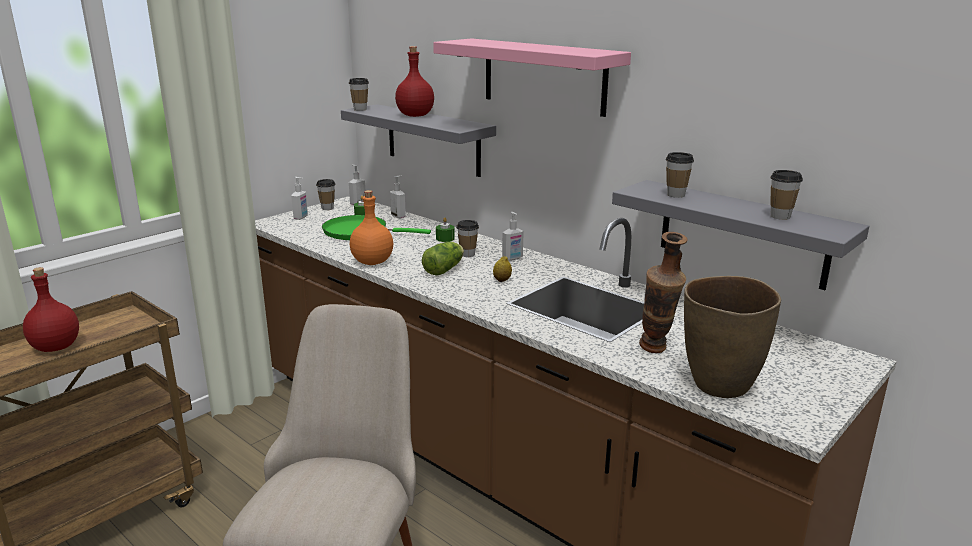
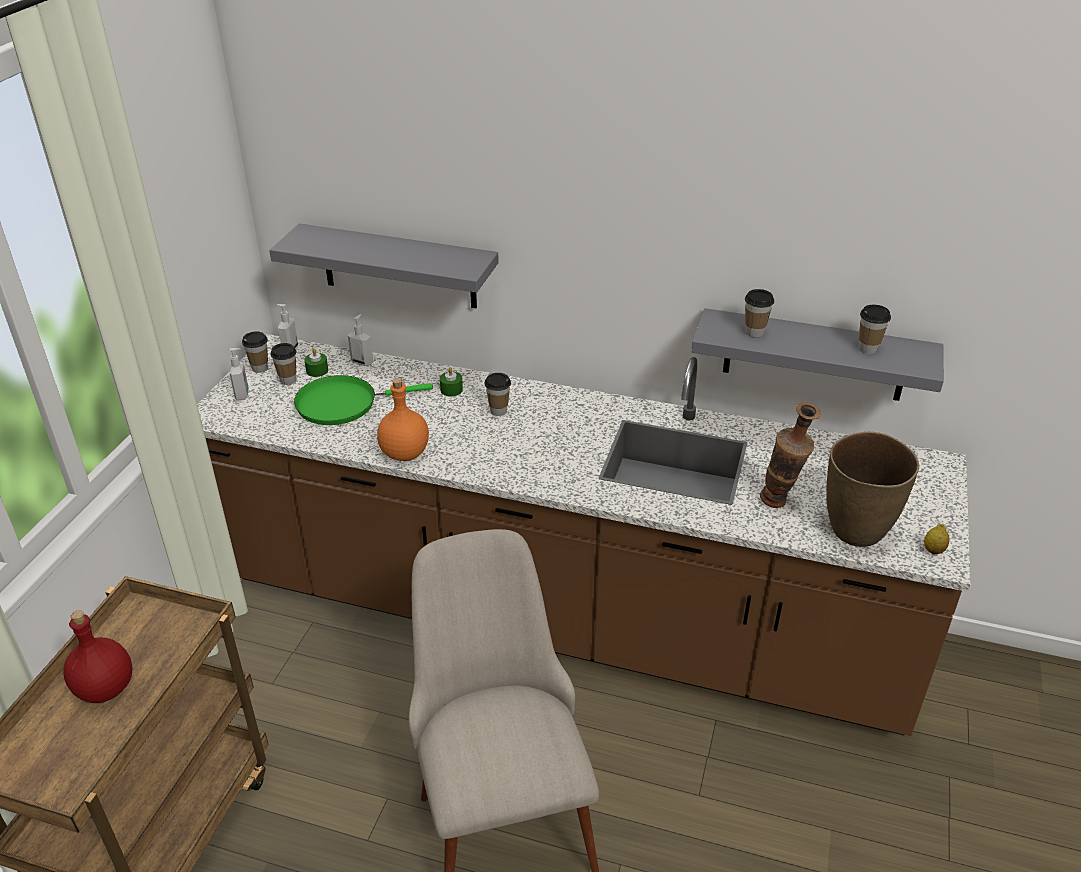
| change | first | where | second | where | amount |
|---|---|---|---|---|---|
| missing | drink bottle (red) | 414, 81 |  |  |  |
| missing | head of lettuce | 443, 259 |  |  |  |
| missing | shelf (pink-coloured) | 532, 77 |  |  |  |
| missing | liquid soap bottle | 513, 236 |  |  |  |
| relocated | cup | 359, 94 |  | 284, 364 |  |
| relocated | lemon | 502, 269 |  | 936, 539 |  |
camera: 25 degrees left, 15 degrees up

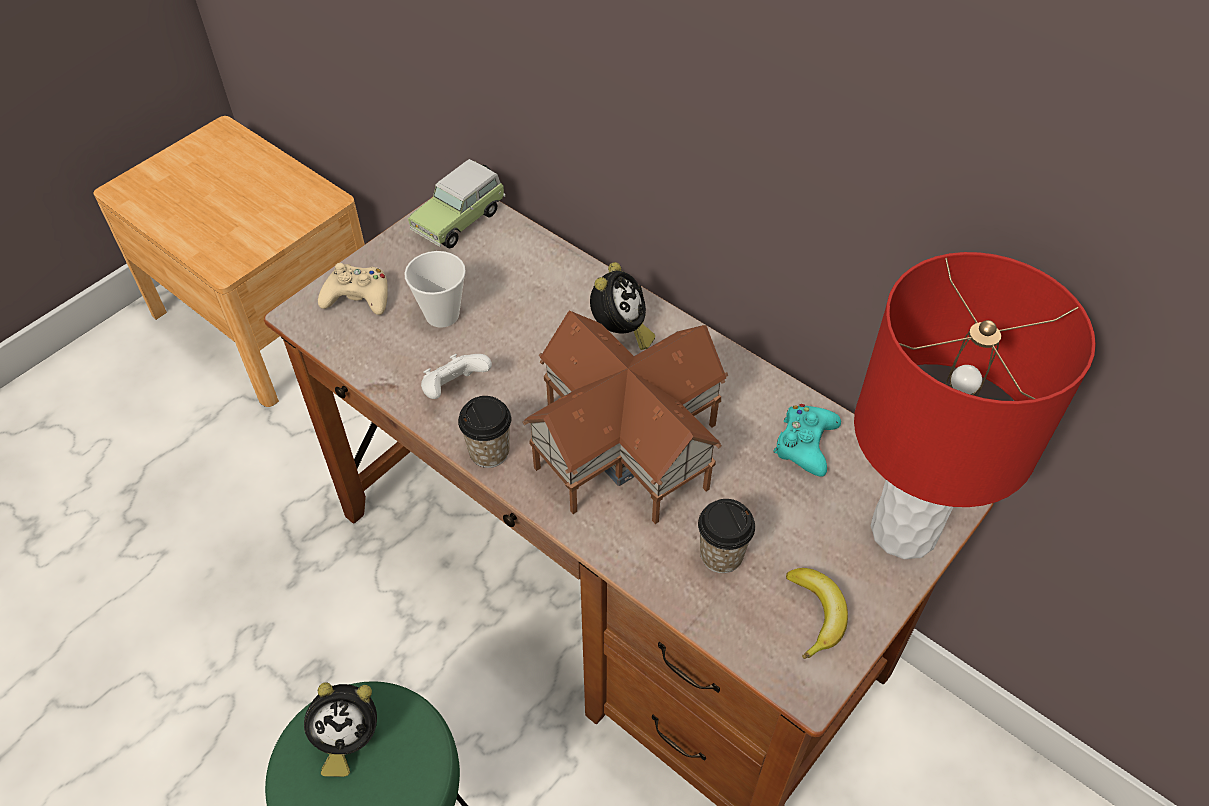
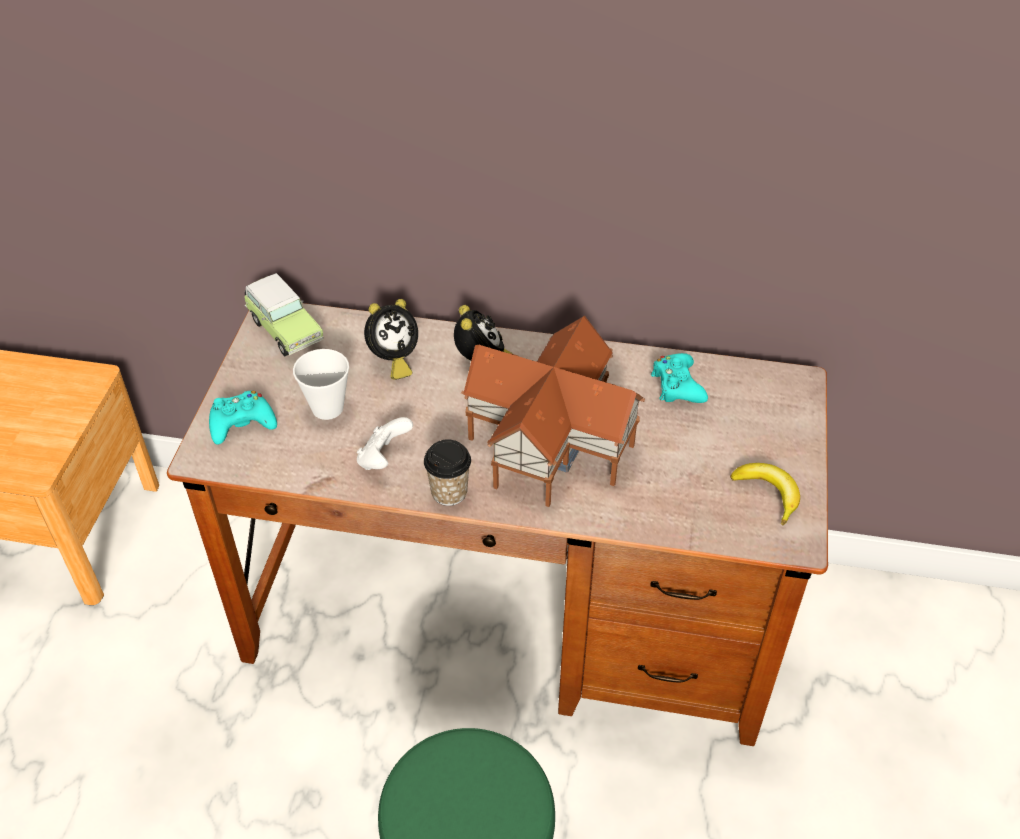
| change | first | where | second | where | amount |
|---|---|---|---|---|---|
| missing | cup | 726, 536 |  |  |  |
| missing | tabletop lamp (red) | 975, 405 |  |  |  |
| relocated | alarm clock | 340, 729 |  | 391, 339 |  |
| colour | game controller (beige) | 353, 289 | game controller (blue-green) | 243, 418 |  |
| spun | toy car | 457, 204 |  | 284, 314 | 45 degrees counterclockwise |
camera: 30 degrees left, 5 degrees down

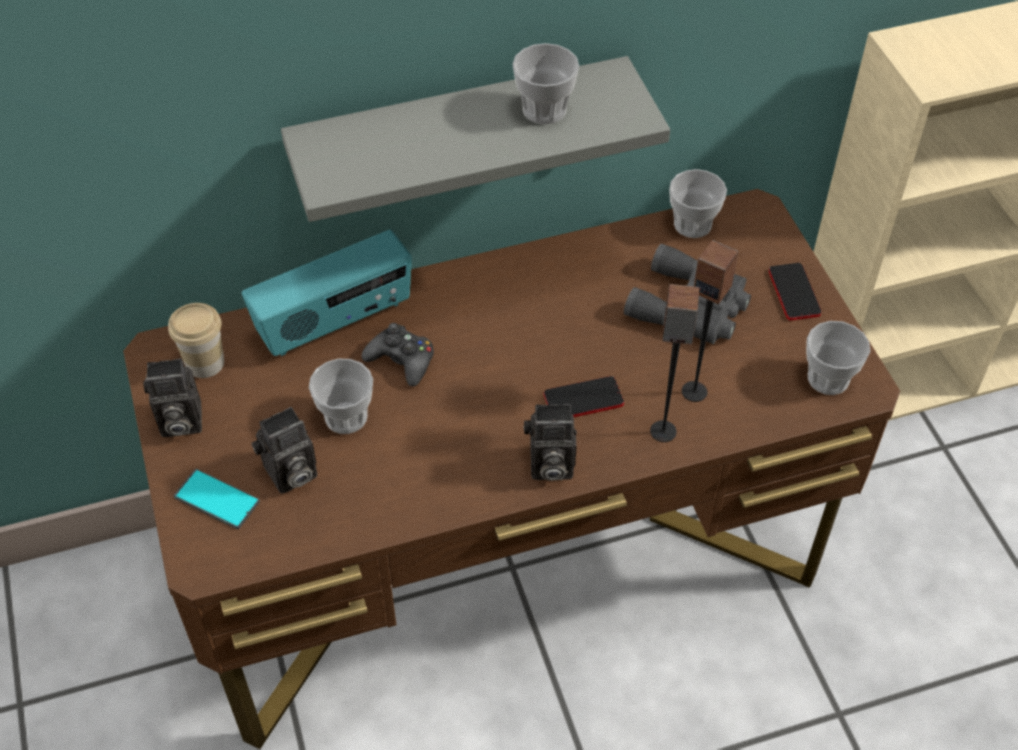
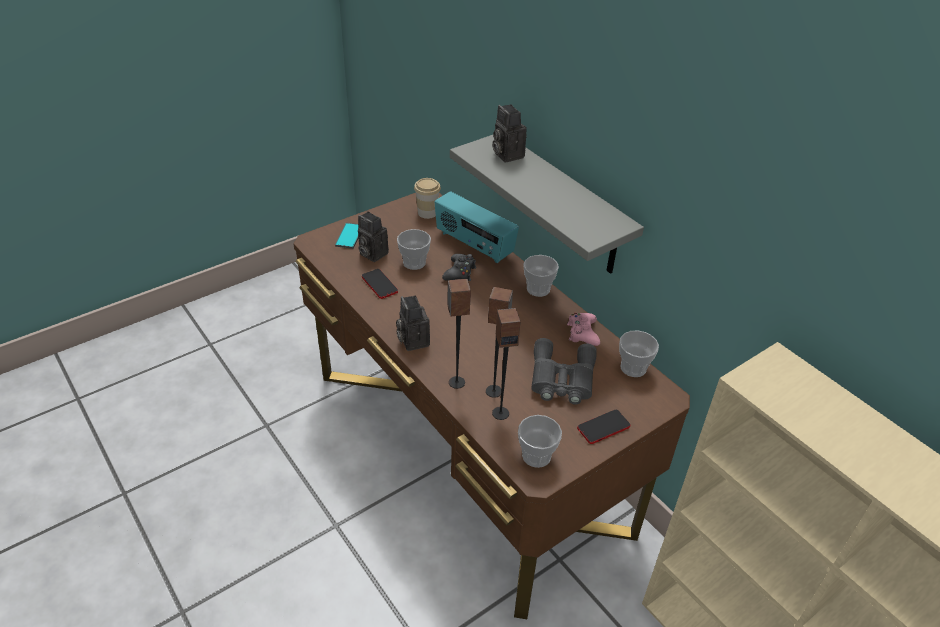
| change | first | where | second | where | amount |
|---|---|---|---|---|---|
| appeared |  |  | speaker | 506, 364 |  |
| appeared |  |  | game controller (pink-coloured) | 583, 329 |  |
| relocated | still camera | 172, 397 |  | 509, 134 |  |
| relocated | cup | 545, 83 |  | 541, 276 |  |
| relocated | telephone | 584, 396 |  | 380, 284 |  |
camera: 70 degrees right, 10 degrees down

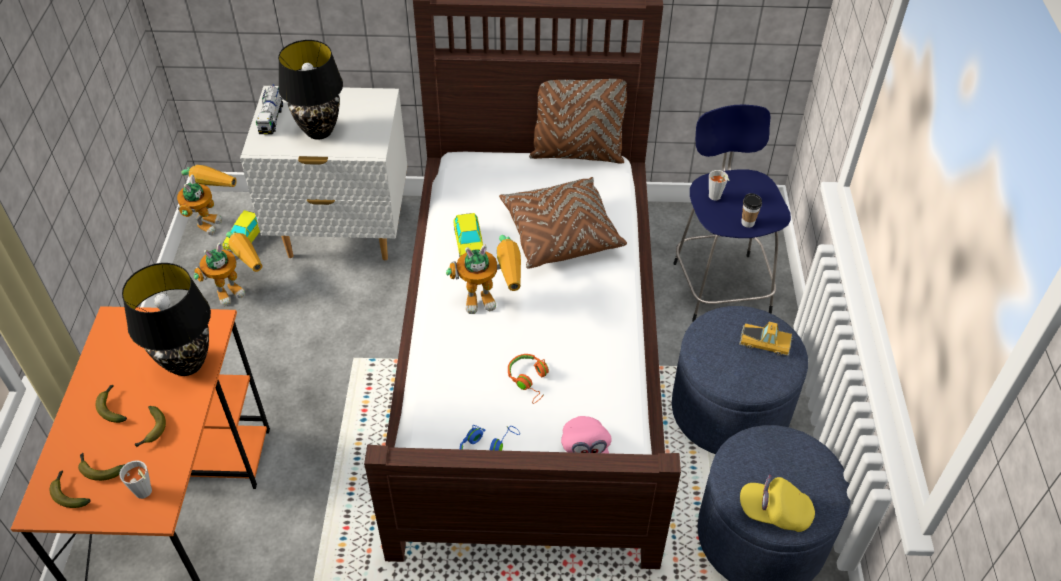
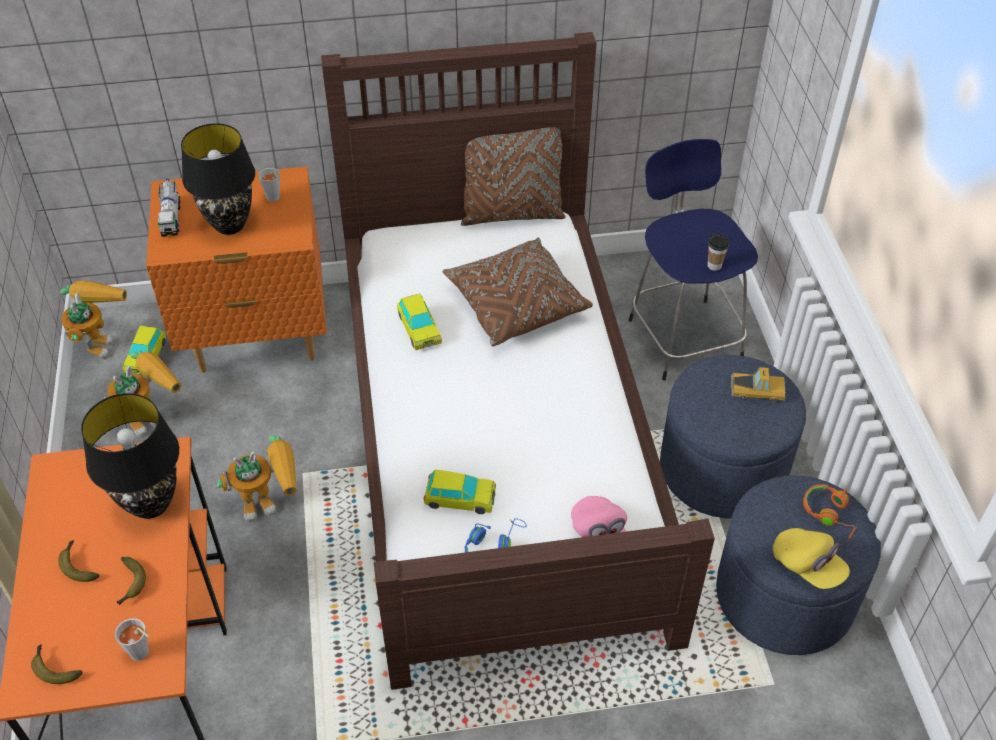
| change | first | where | second | where | amount |
|---|---|---|---|---|---|
| missing | banana | 101, 467 |  |  |  |
| appeared |  |  | toy car | 459, 492 |  |
| relocated | robot figure | 483, 274 |  | 257, 478 |  |
| relocated | headphones (orange) | 528, 379 |  | 830, 512 |  |
| relocated | cup (gray) | 719, 185 |  | 269, 185 |  |
| colour | night table (white-coloured) | 323, 173 | night table (orange) | 236, 270 |  |
| spun | peaked cap (yellow) | 777, 503 |  | 811, 558 | 135 degrees counterclockwise |
camera: 10 degrees left, 0 degrees up

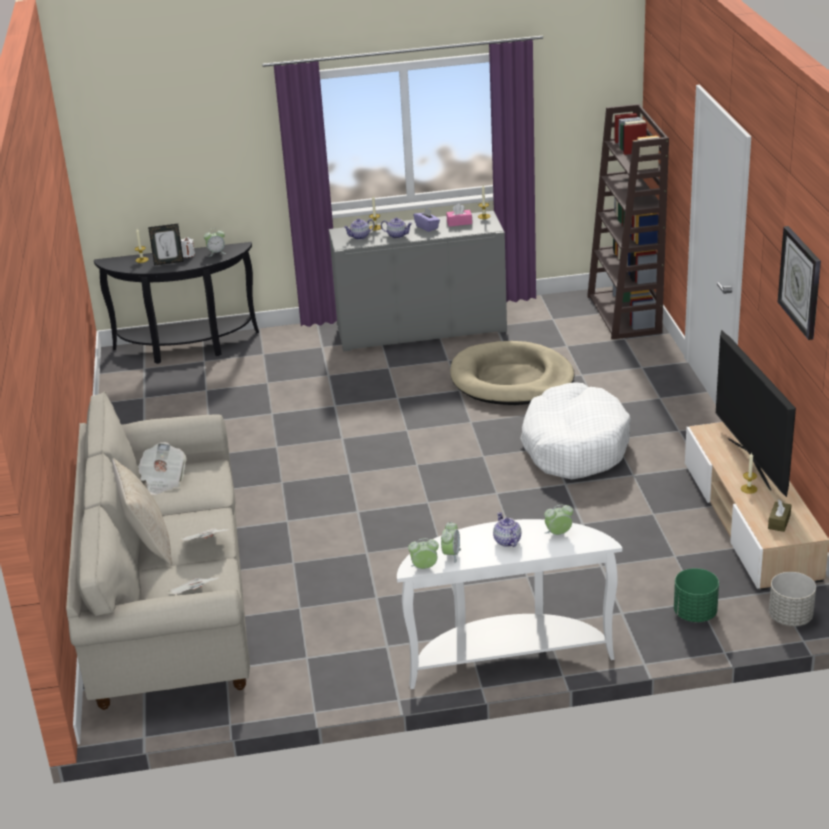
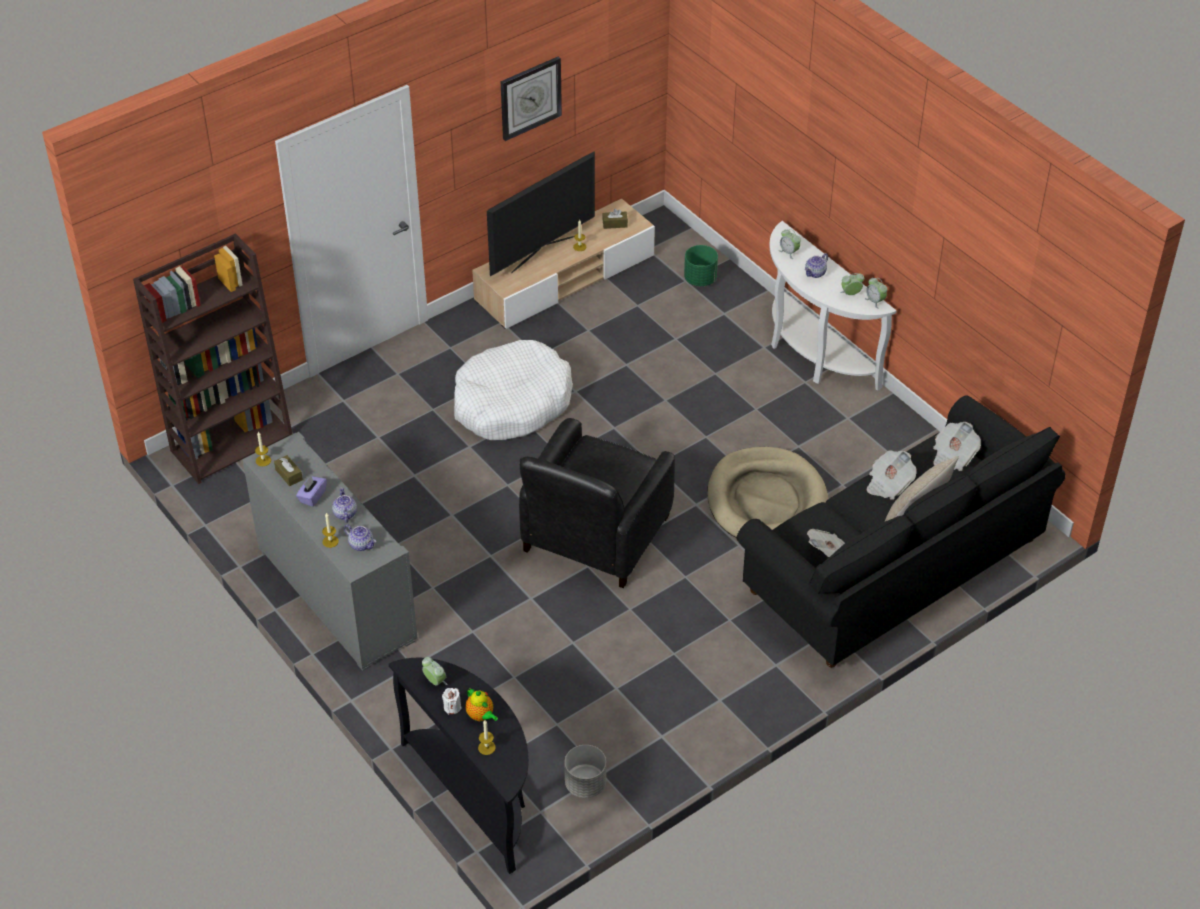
| change | first | where | second | where | amount |
|---|---|---|---|---|---|
| appeared |  |  | lounge chair (black) | 597, 503 |  |
| relocated | pet bed (beige) | 512, 373 |  | 767, 492 |  |
| relocated | planter (gray) | 792, 599 |  | 585, 771 |  |
| exchanged | picture frame | 166, 244 | teapot | 481, 704 |  |
| colour | couch (beige) | 158, 550 | couch (black) | 901, 531 |  |
| colour | tissue box (pink-coloured) | 459, 215 | tissue box (brown) | 288, 470 |  |
camera: 120 degrees left, 15 degrees up

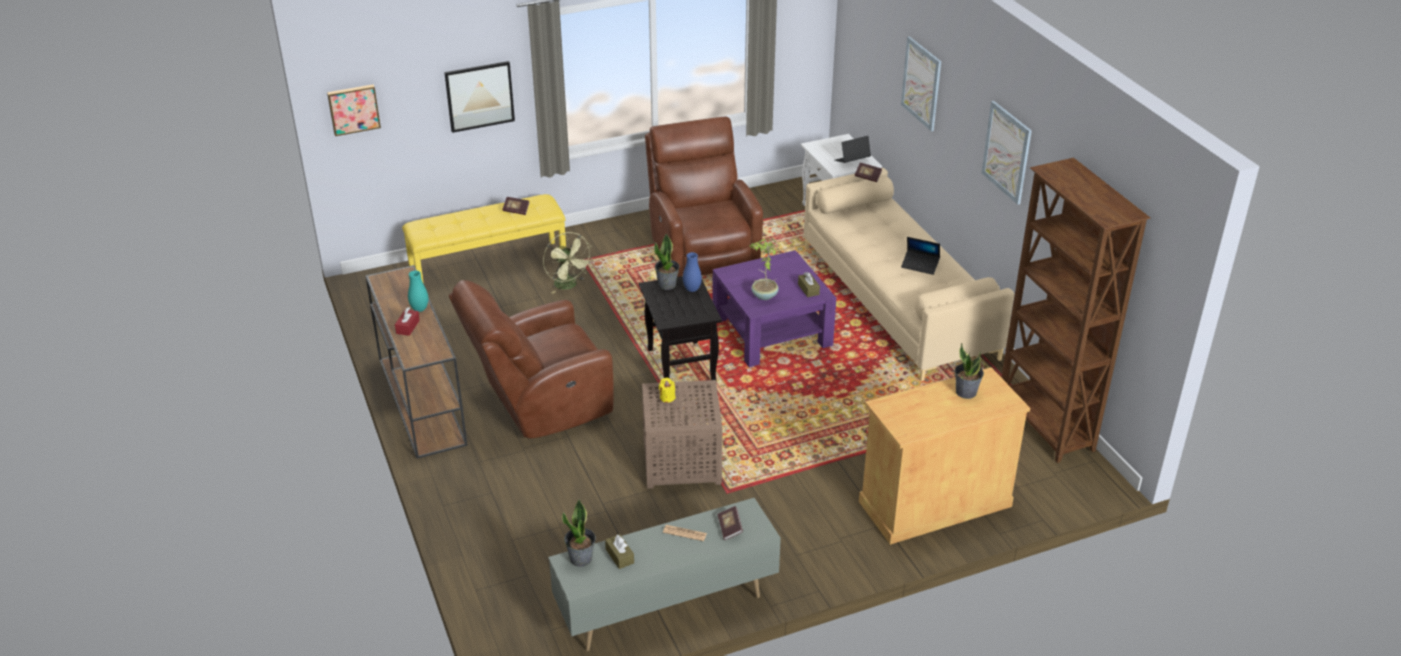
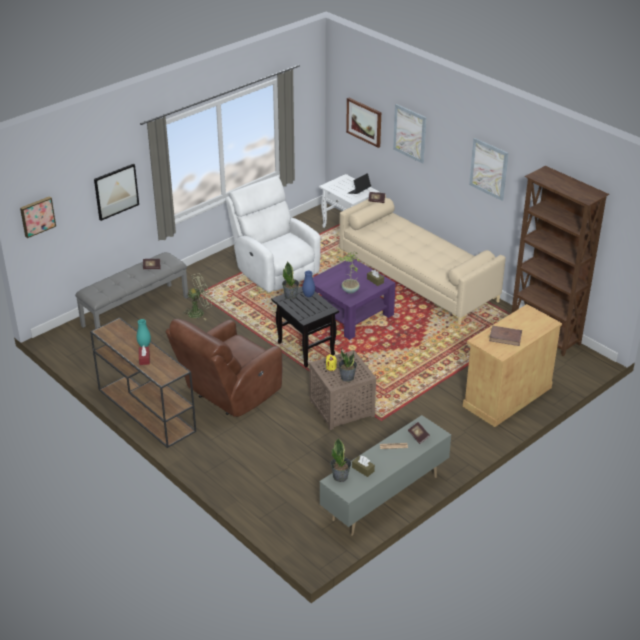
| change | first | where | second | where | amount |
|---|---|---|---|---|---|
| missing | notebook computer | 920, 256 |  |  |  |
| appeared |  |  | wall picture | 363, 123 |  |
| appeared |  |  | volume (brown) | 505, 335 |  |
| relocated | houseplant | 969, 371 |  | 348, 365 |  |
| colour | long seat (yellow) | 484, 239 | long seat (gray) | 131, 296 |  |
| colour | lounge chair (brown) | 704, 196 | lounge chair (white-coloured) | 273, 234 |  |
| spun | electric fan (greenish) | 568, 263 |  | 197, 296 | 60 degrees counterclockwise |
camera: 20 degrees left, 0 degrees up

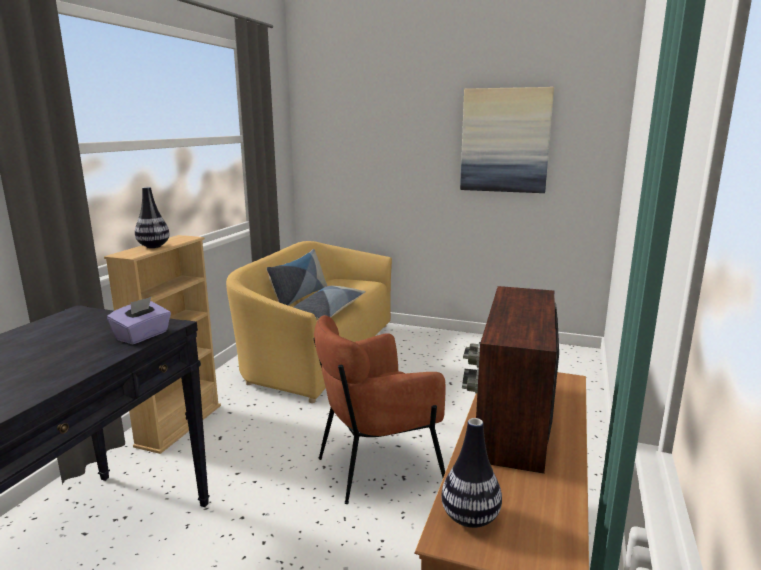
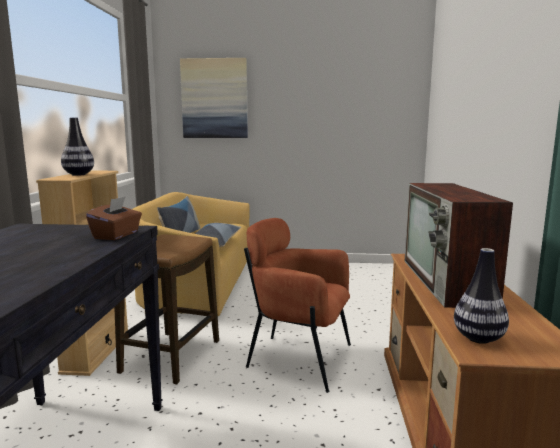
| change | first | where | second | where | amount |
|---|---|---|---|---|---|
| appeared |  |  | stool | 166, 309 |  |
| relocated | wall picture | 507, 140 |  | 214, 98 |  |
| colour | tissue box (purplish) | 139, 320 | tissue box (brown) | 114, 218 |  |
| spun | lounge chair (brown) | 379, 409 |  | 297, 305 | 60 degrees clockwise |
camera: 15 degrees left, 5 degrees down

